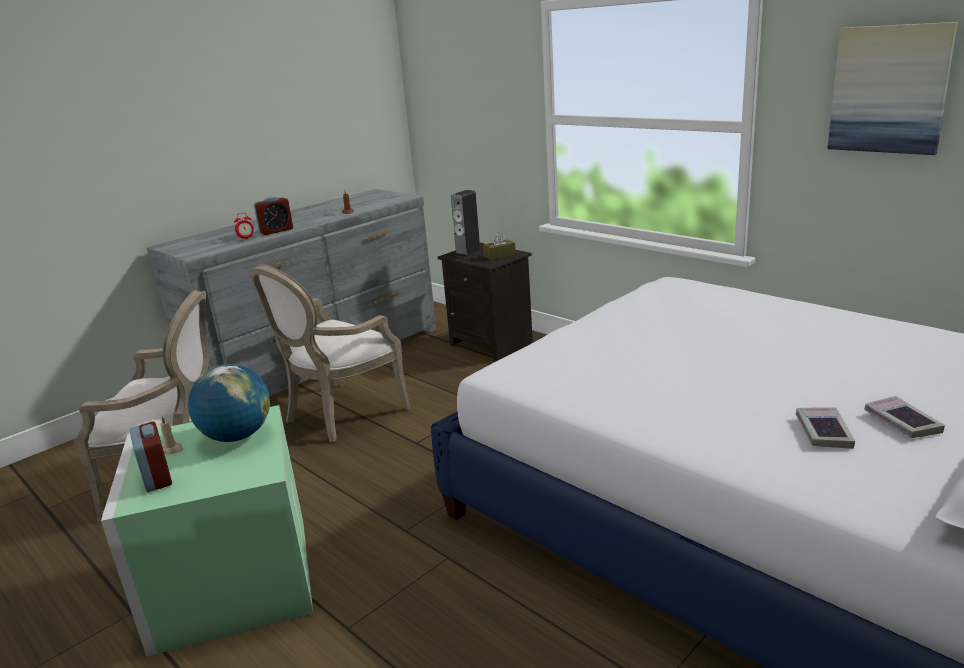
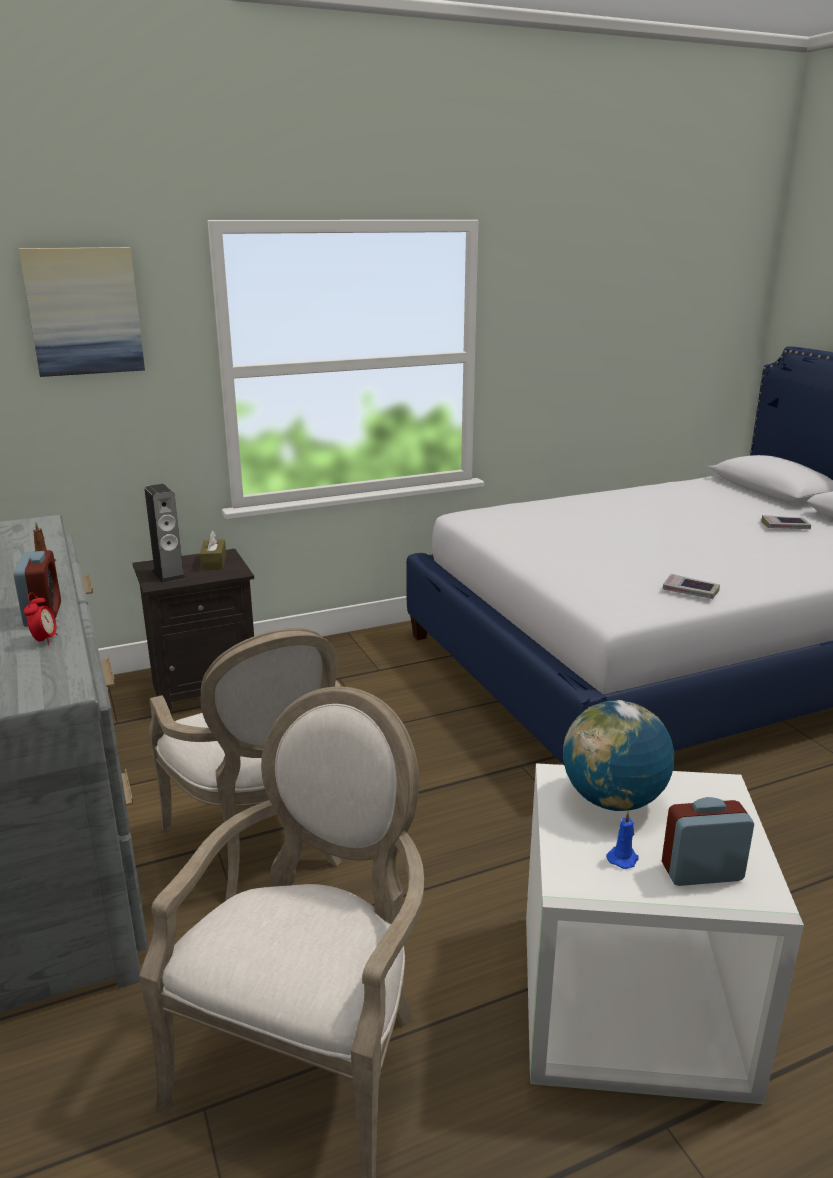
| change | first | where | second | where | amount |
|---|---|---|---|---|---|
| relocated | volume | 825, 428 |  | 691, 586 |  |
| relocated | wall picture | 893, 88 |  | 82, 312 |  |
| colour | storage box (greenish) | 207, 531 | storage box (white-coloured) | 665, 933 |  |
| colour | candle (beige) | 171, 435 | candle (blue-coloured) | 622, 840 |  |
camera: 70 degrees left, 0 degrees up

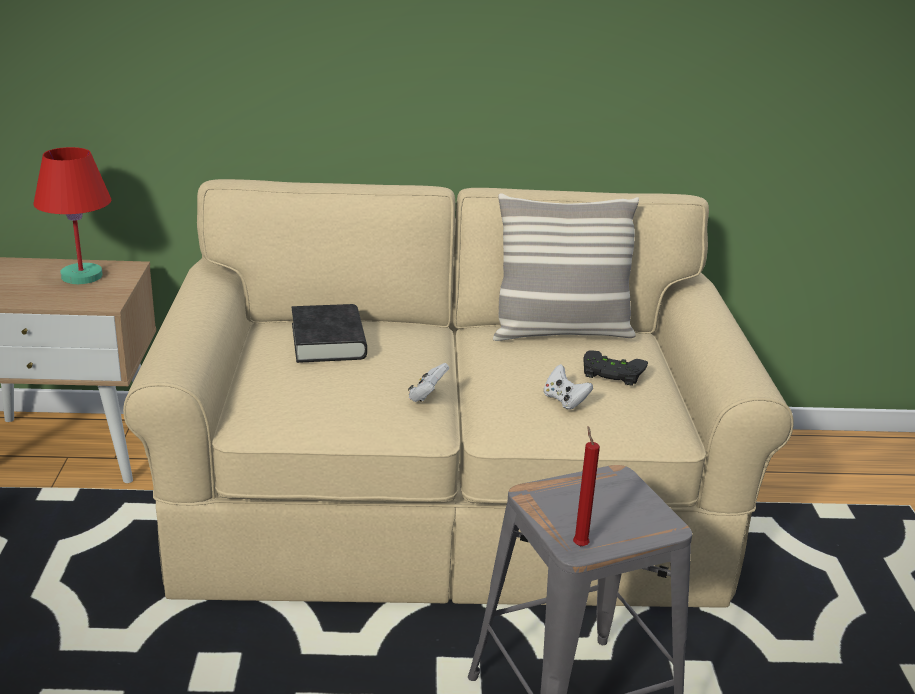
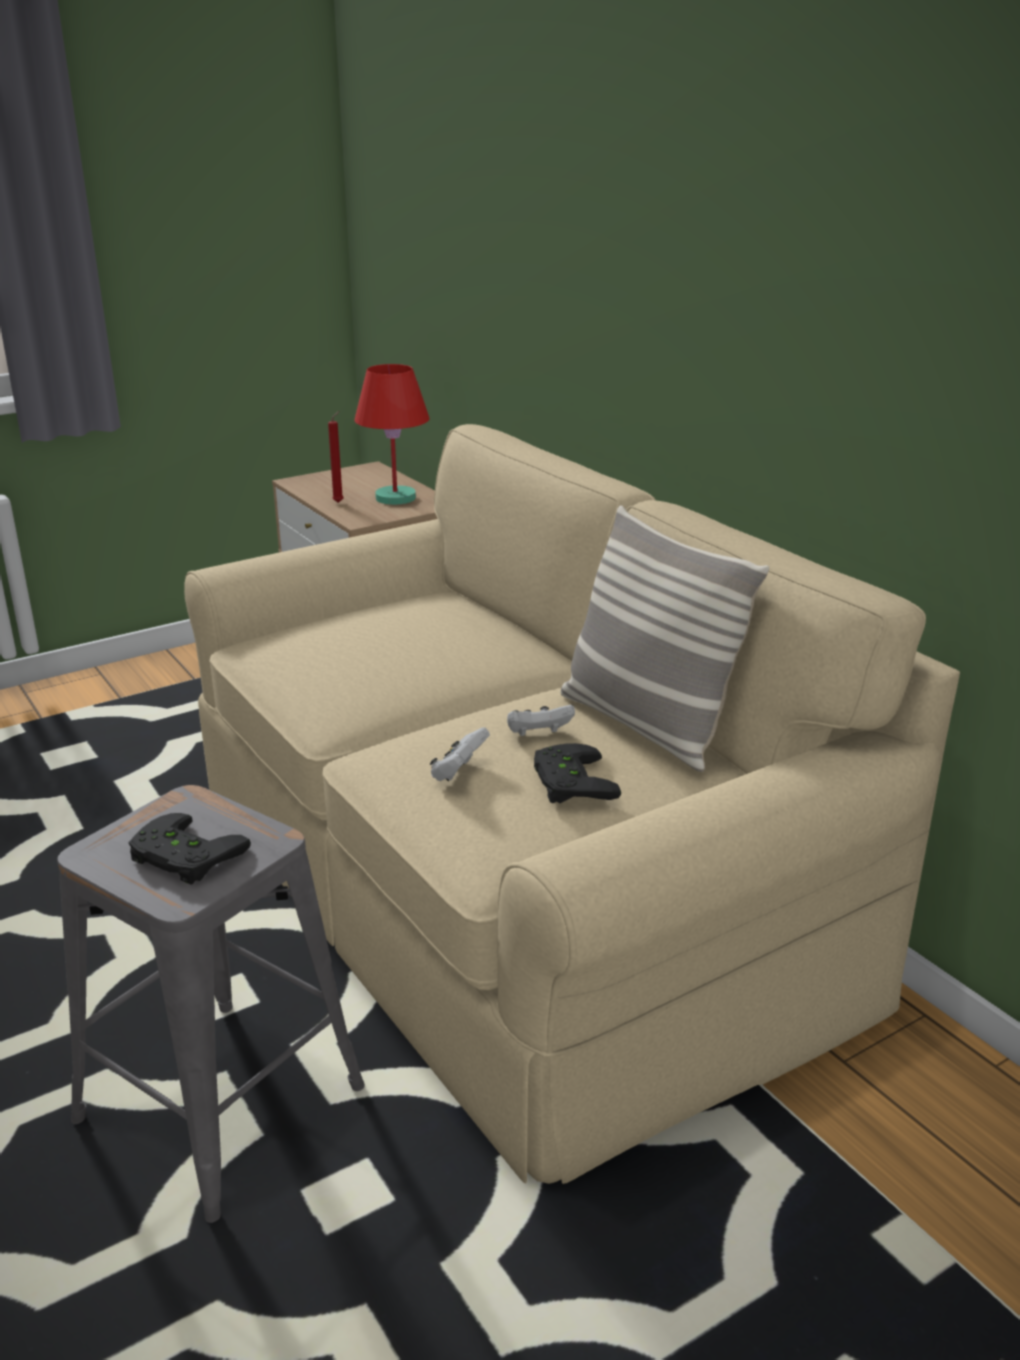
| change | first | where | second | where | amount |
|---|---|---|---|---|---|
| missing | volume (black) | 329, 333 |  |  |  |
| appeared |  |  | game controller (black) | 190, 849 |  |
| relocated | game controller (white-coloured) | 428, 382 |  | 541, 720 |  |
| relocated | candle (red) | 586, 486 |  | 336, 457 |  |
camera: 60 degrees right, 0 degrees up

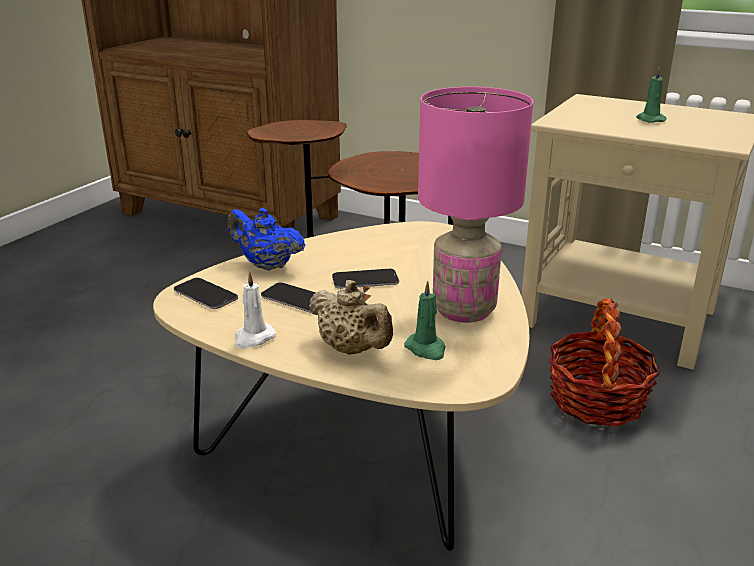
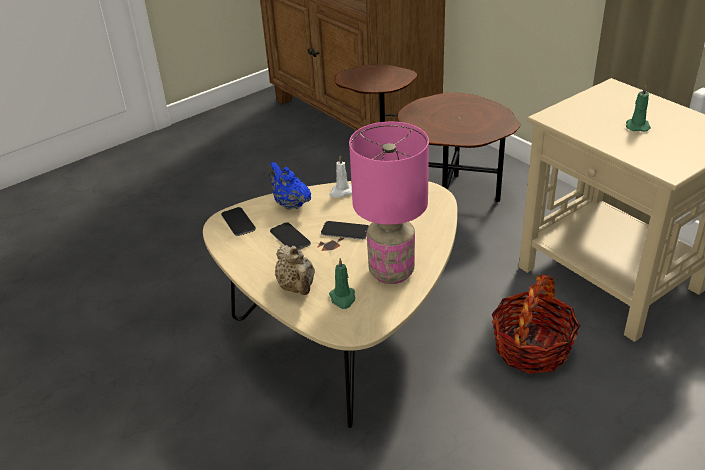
| change | first | where | second | where | amount |
|---|---|---|---|---|---|
| relocated | candle (white-coloured) | 255, 310 |  | 340, 177 |  |
camera: 25 degrees right, 10 degrees up

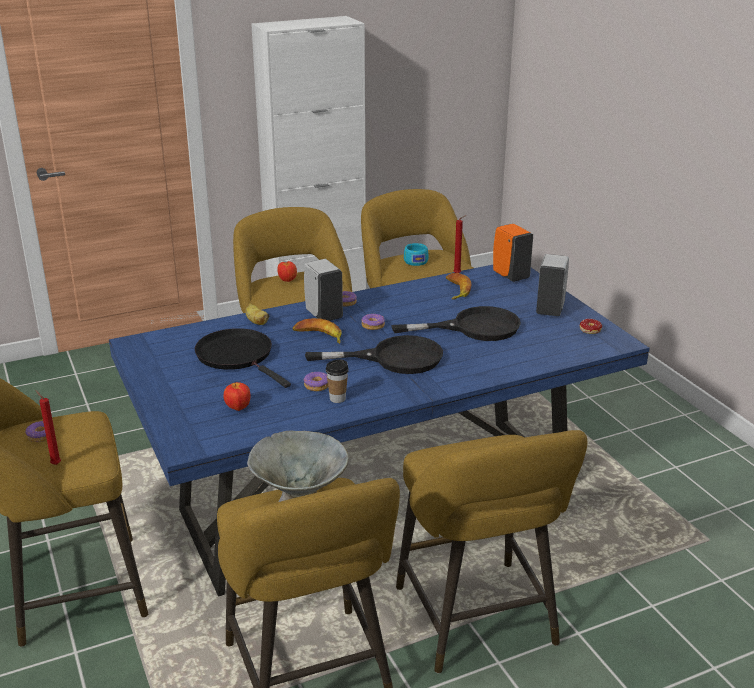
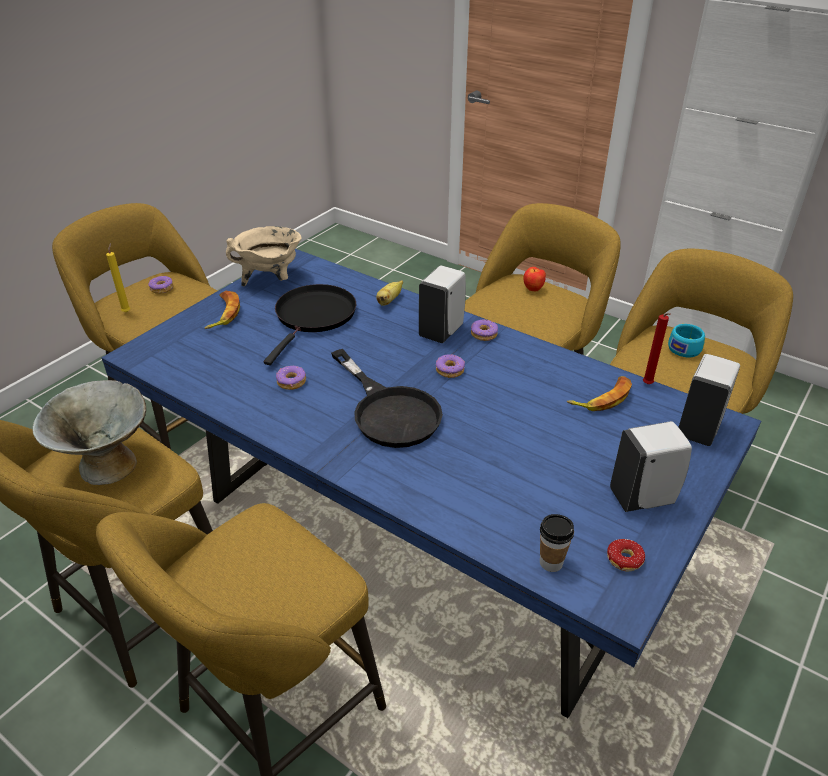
| change | first | where | second | where | amount |
|---|---|---|---|---|---|
| missing | apple | 237, 396 |  |  |  |
| missing | frying pan (black) | 456, 323 |  |  |  |
| appeared |  |  | cooking pot (beige) | 264, 256 |  |
| relocated | banana | 317, 331 |  | 222, 310 |  |
| relocated | cup | 337, 381 |  | 557, 543 |  |
| colour | candle (red) | 48, 427 | candle (yellow) | 118, 278 |  |
| colour | liquid soap bottle (orange) | 513, 253 | liquid soap bottle (white-coloured) | 709, 400 |  |
camera: 60 degrees right, 10 degrees up

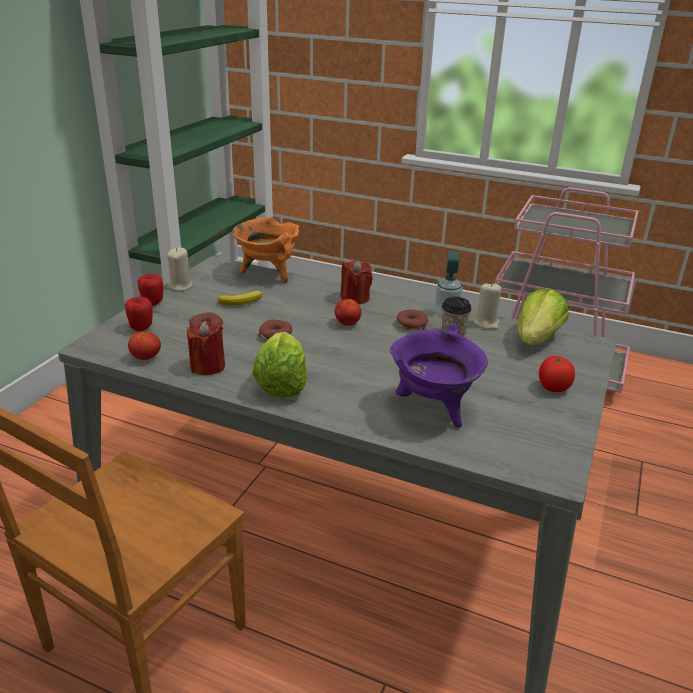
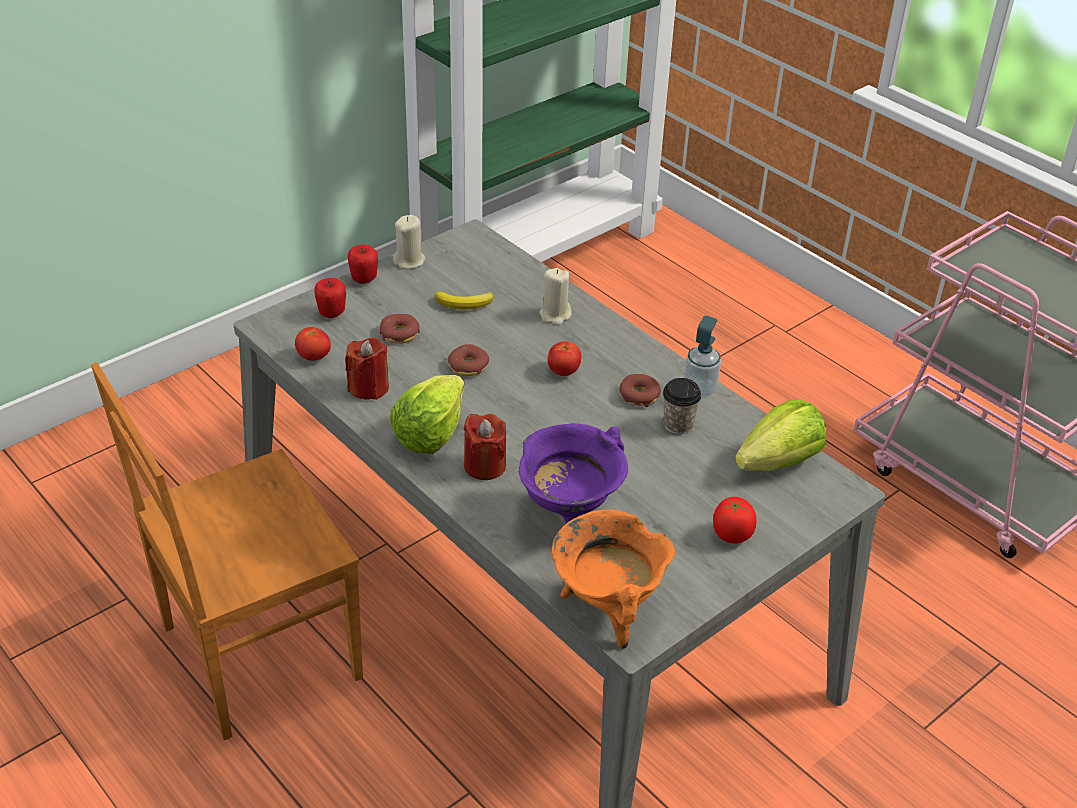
| change | first | where | second | where | amount |
|---|---|---|---|---|---|
| relocated | cooking pot (orange) | 265, 250 |  | 613, 579 |  |
| relocated | candle (red) | 356, 282 |  | 485, 447 |  |
| relocated | candle (beige) | 488, 305 |  | 555, 296 |  |
camera: 25 degrees right, 10 degrees up

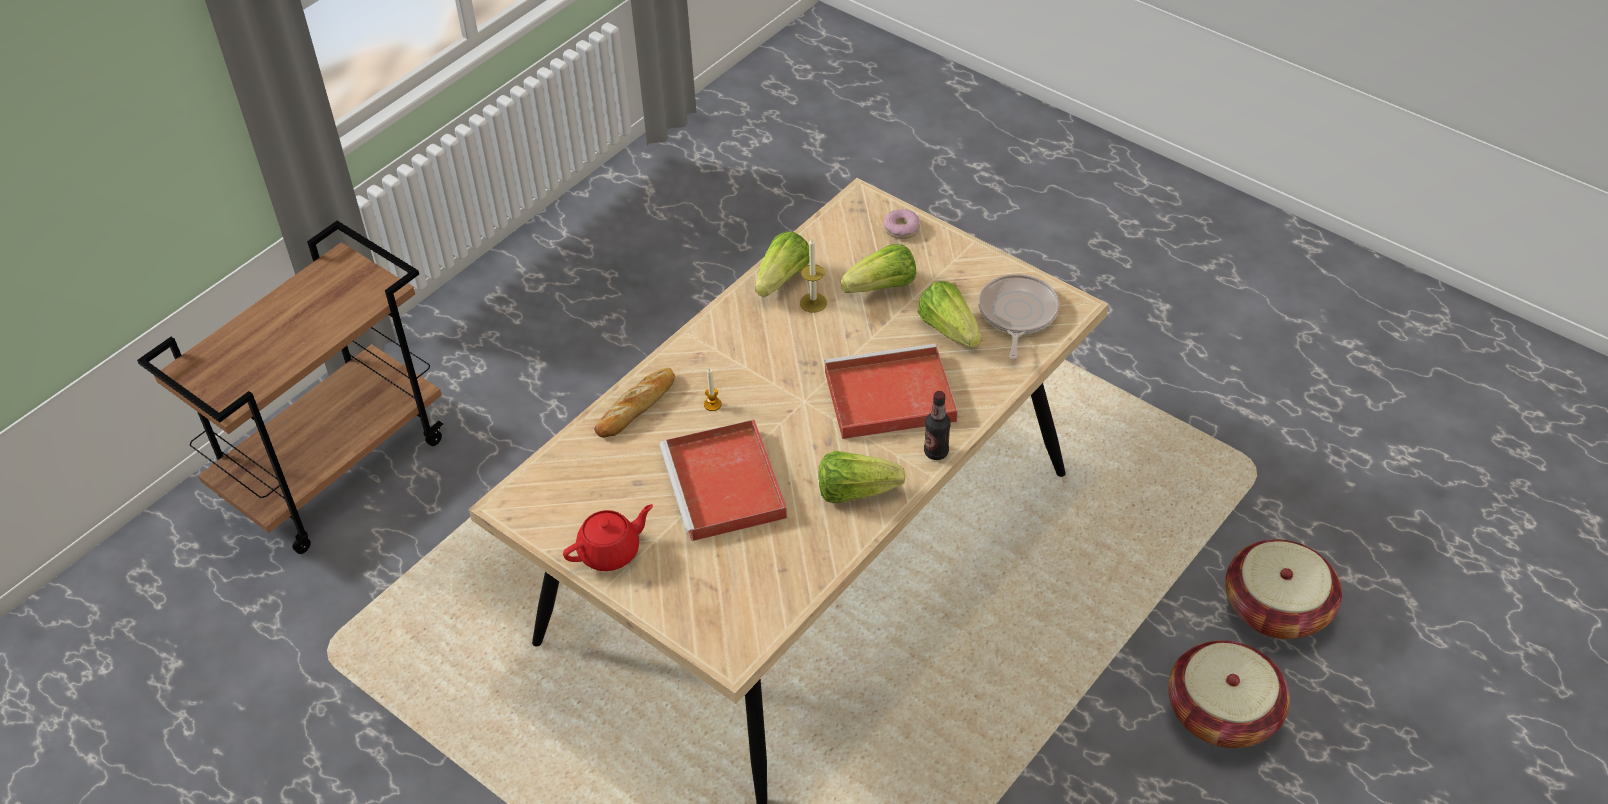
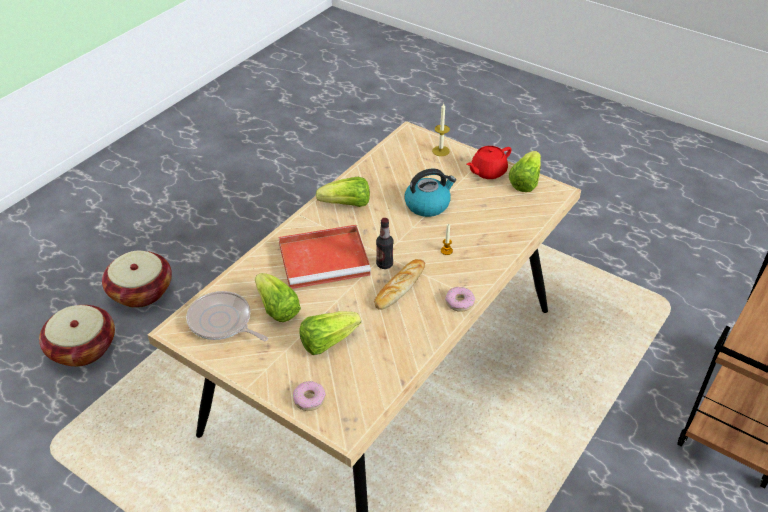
| change | first | where | second | where | amount |
|---|---|---|---|---|---|
| appeared |  |  | donut | 460, 299 |  |
| relocated | bakery bread | 634, 403 |  | 399, 284 |  |
| relocated | head of lettuce | 782, 264 |  | 525, 171 |  |
| relocated | candle | 813, 275 |  | 441, 129 |  |
| relocated | drink bottle | 937, 425 |  | 384, 243 |  |
| exchanged | serving tray (red) | 723, 480 | water kettle | 430, 192 |  |
| spun | frying pan | 1019, 316 |  | 227, 316 | 120 degrees clockwise |
camera: 175 degrees right, 5 degrees down

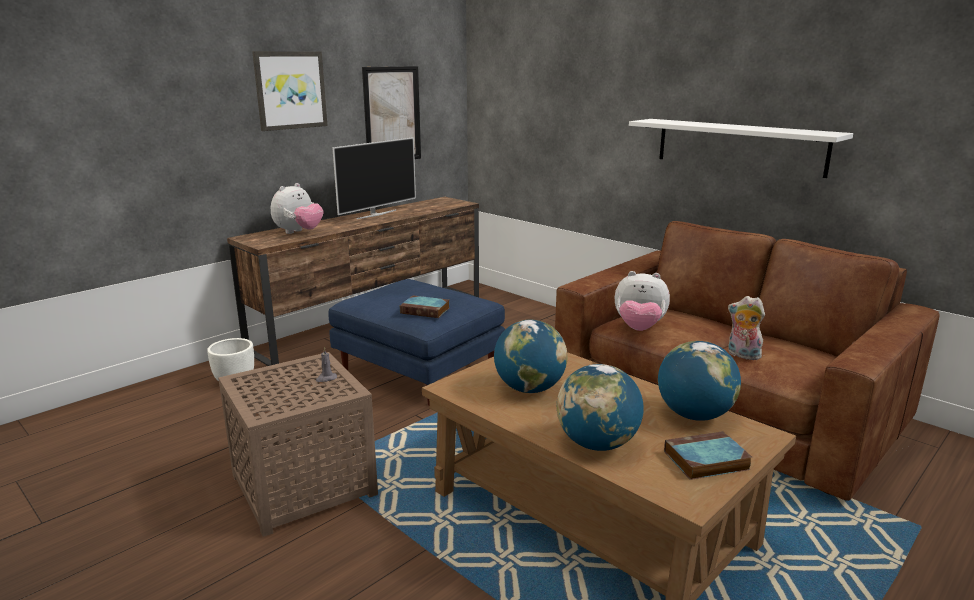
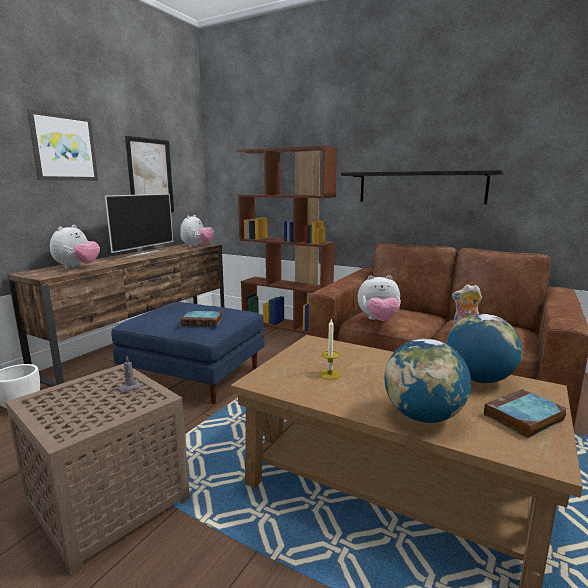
| change | first | where | second | where | amount |
|---|---|---|---|---|---|
| appeared |  |  | cuddly toy | 197, 231 |  |
| appeared |  |  | bookcase (brown) | 286, 240 |  |
| exchanged | globe | 531, 356 | candle | 330, 348 |  |
| colour | shelf (white-coloured) | 741, 148 | shelf (black) | 422, 187 |  |
camera: 15 degrees left, 5 degrees down

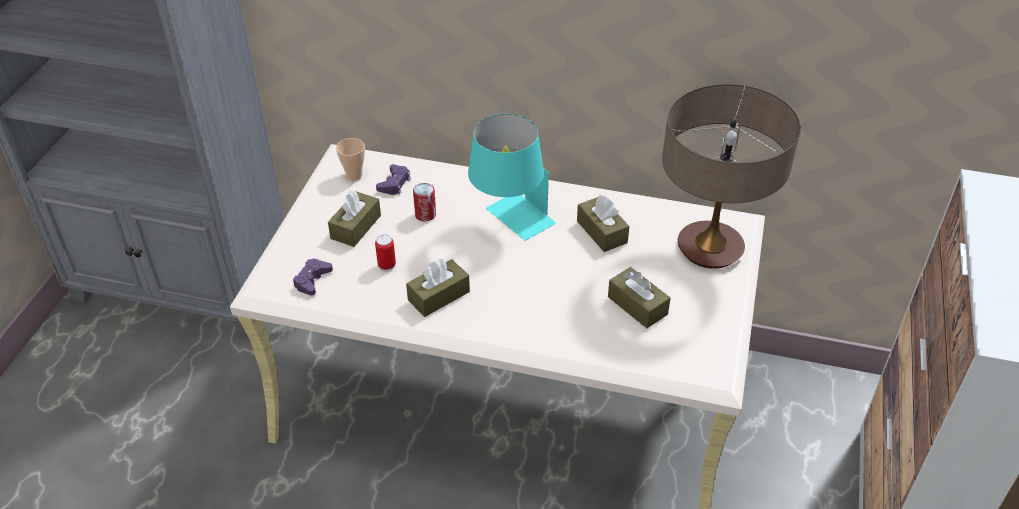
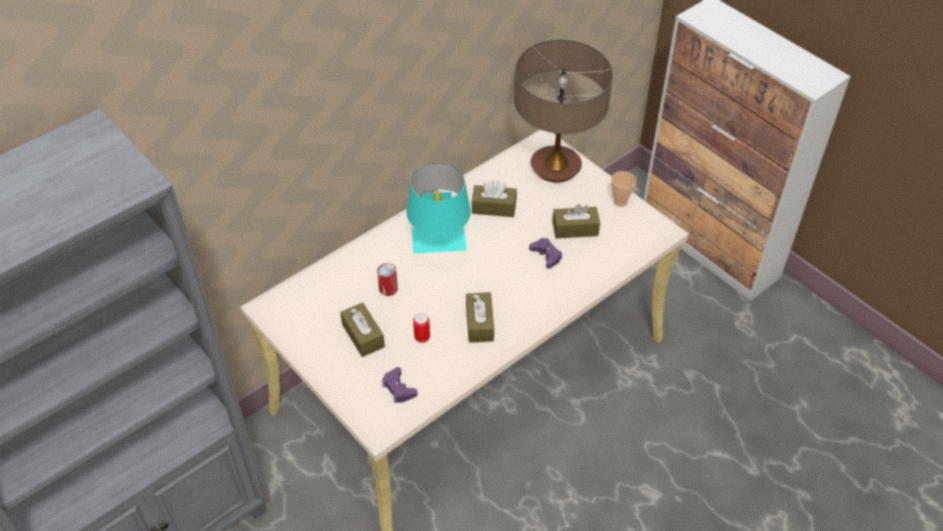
| change | first | where | second | where | amount |
|---|---|---|---|---|---|
| relocated | cup | 350, 159 |  | 623, 189 |  |
| relocated | game controller (purplish) | 393, 179 |  | 545, 253 |  |
camera: 55 degrees left, 5 degrees up

